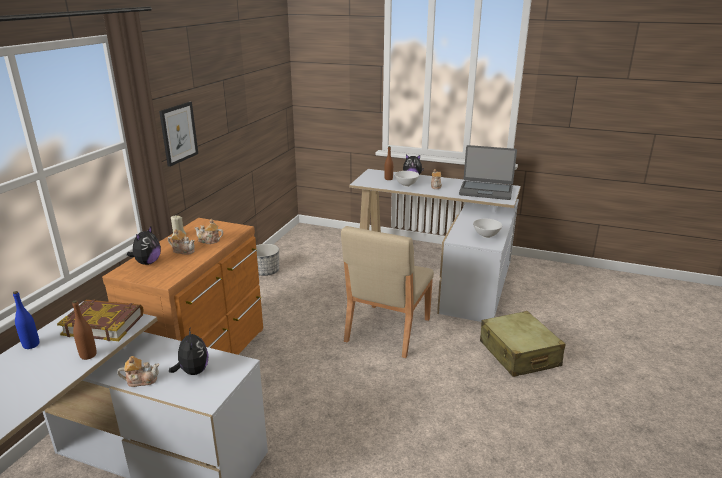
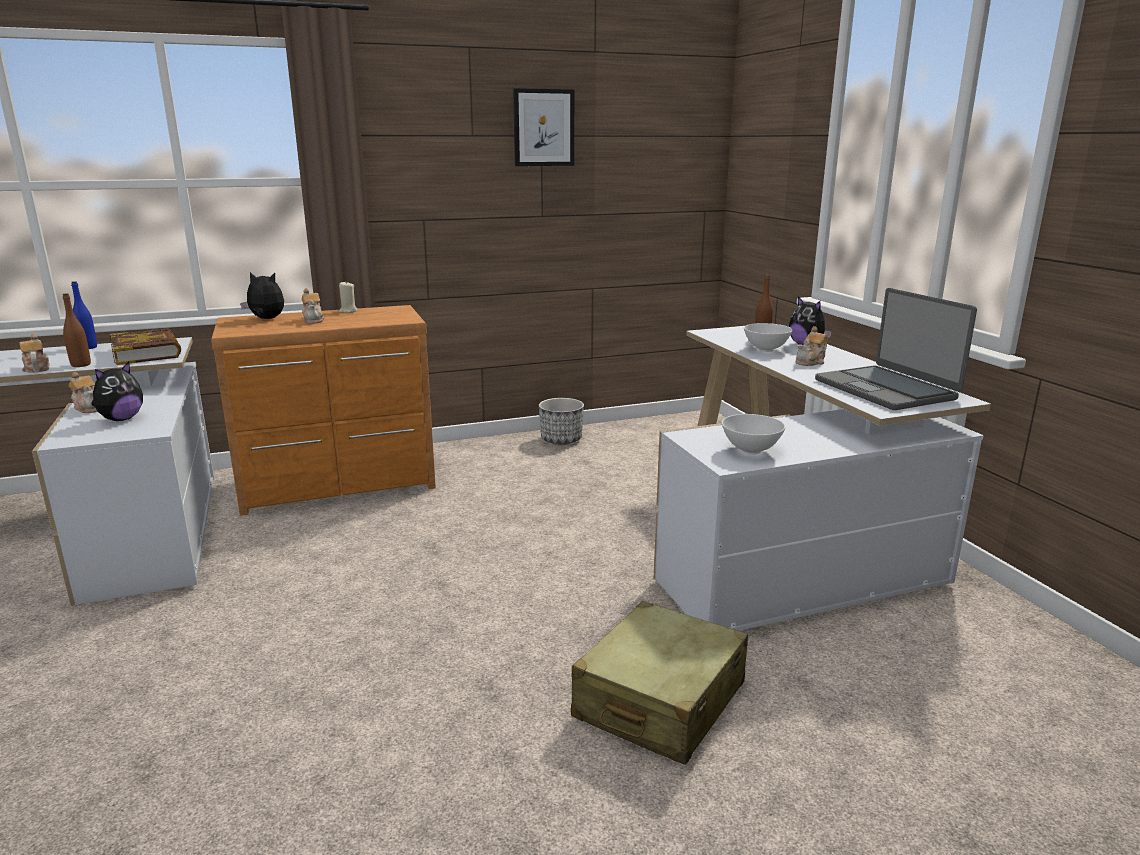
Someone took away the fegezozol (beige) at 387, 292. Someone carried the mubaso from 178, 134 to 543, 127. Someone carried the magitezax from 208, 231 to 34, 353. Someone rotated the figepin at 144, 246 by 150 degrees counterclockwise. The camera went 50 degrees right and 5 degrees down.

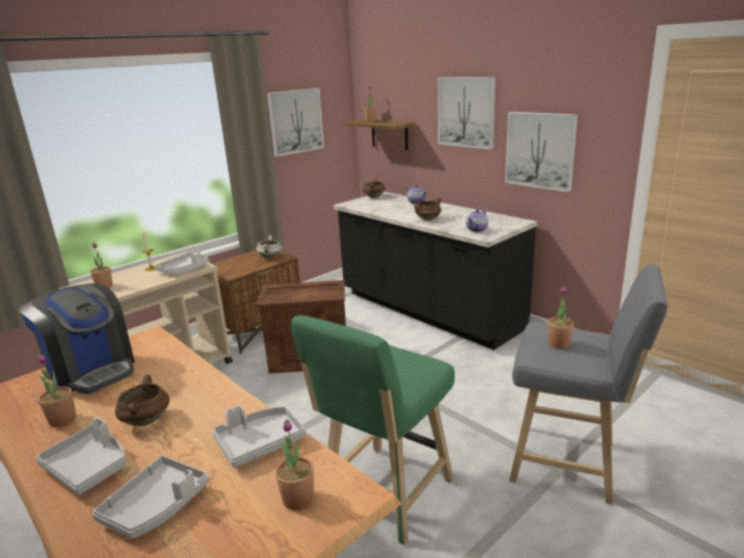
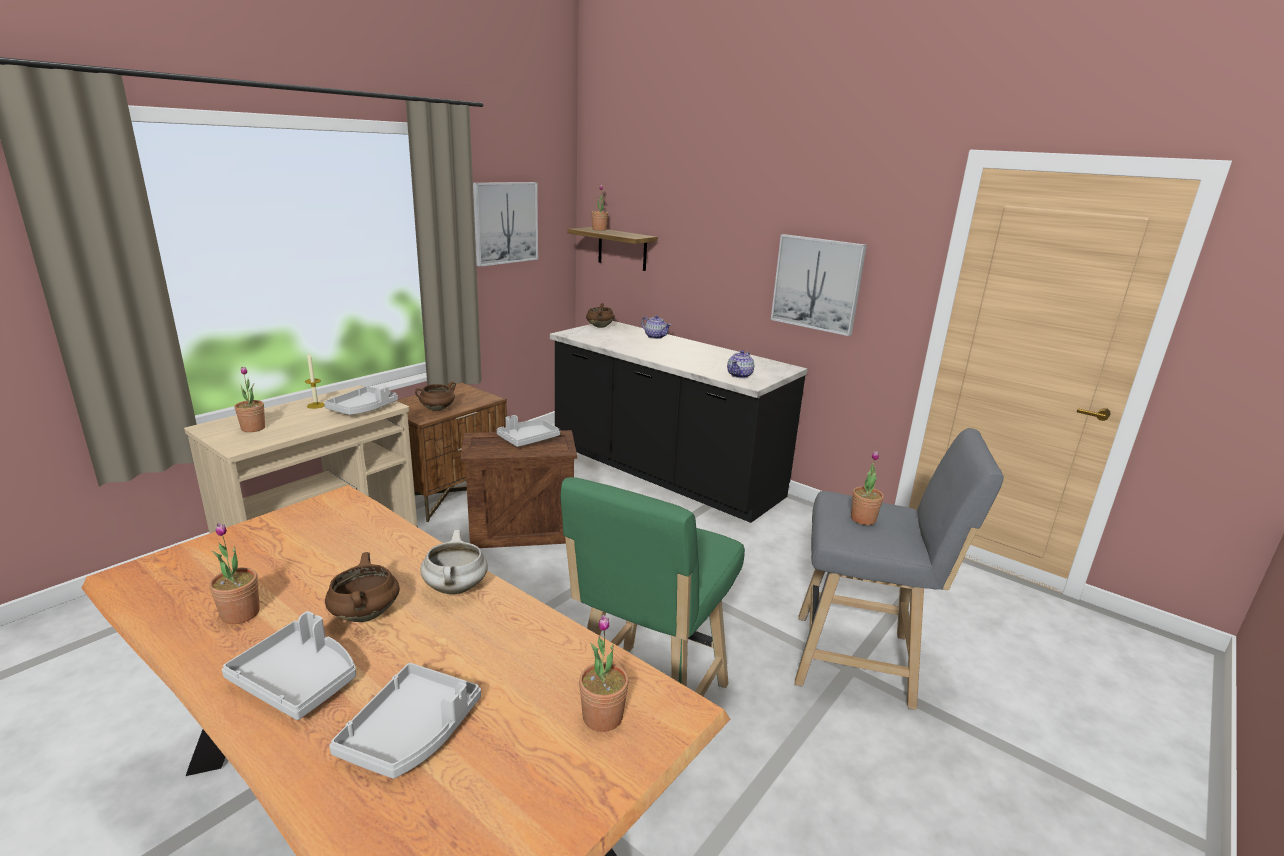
Someone took away the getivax at 77, 338. Someone took away the mubaso at 467, 113. Someone carried the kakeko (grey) from 259, 436 to 528, 431. Someone carried the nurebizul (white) from 269, 247 to 454, 562. Someone carried the nurebizul (brown) from 427, 209 to 435, 396. The camera went 10 degrees left and 0 degrees up.

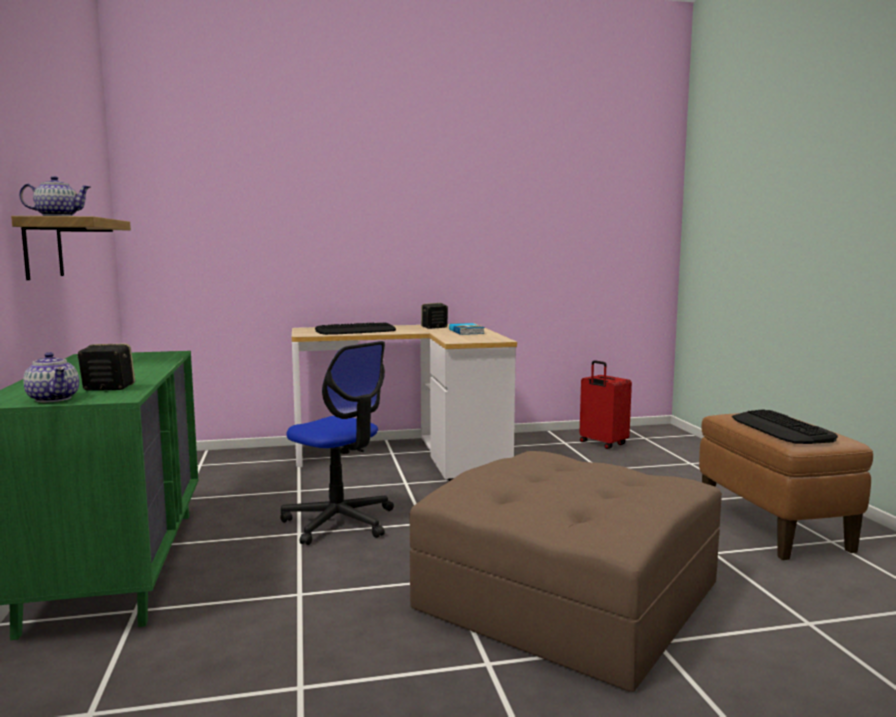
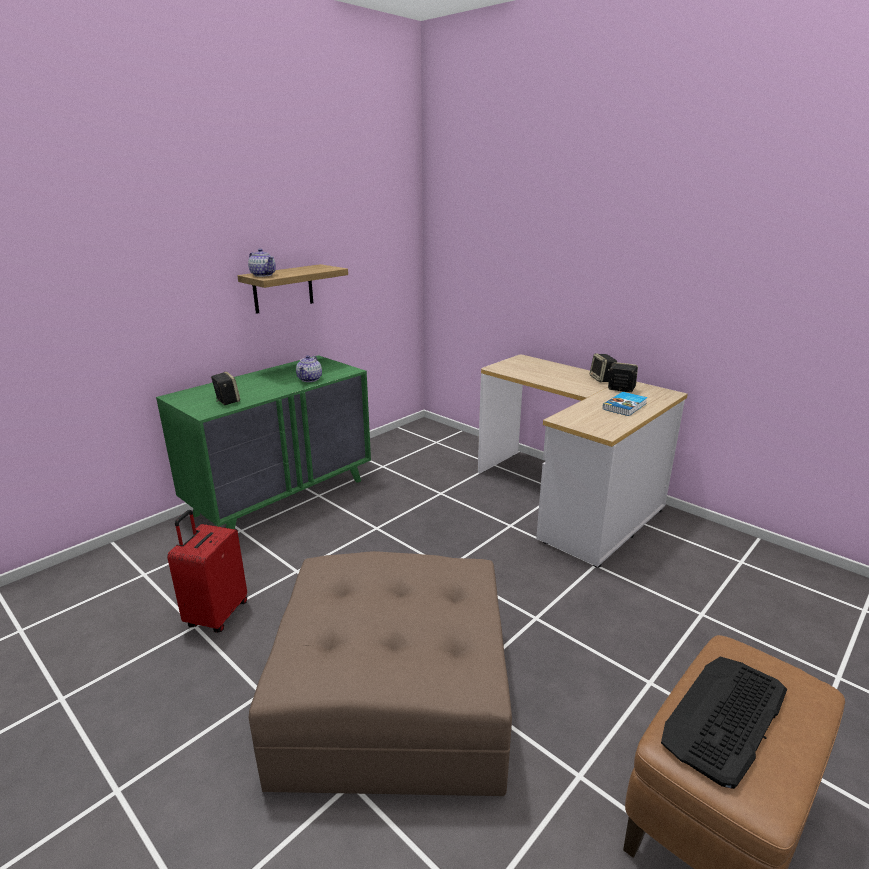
Someone took away the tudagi at 337, 443. Someone took away the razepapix at 355, 328. Someone put down the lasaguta at 603, 367. Someone carried the magitezax from 51, 377 to 309, 368. Someone carried the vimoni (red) from 605, 404 to 207, 571. The camera went 55 degrees right and 15 degrees up.

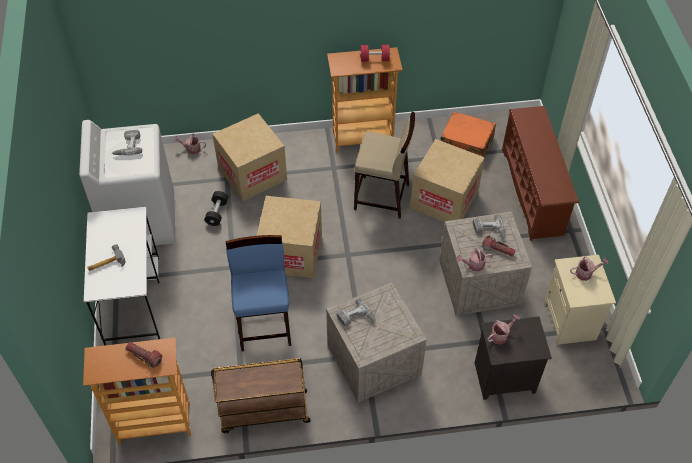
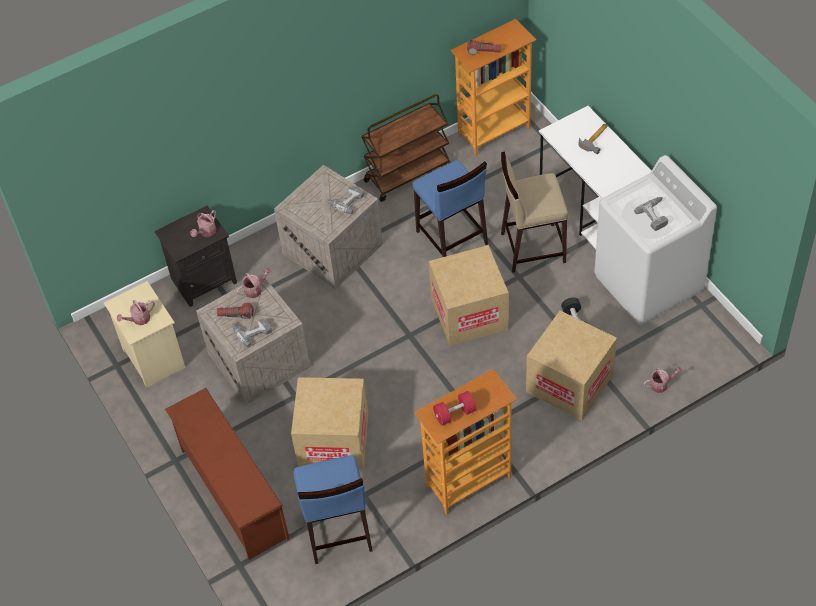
Someone carried the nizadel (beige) from 384, 165 to 534, 212. Someone swapped the vimoni (orange) at 468, 134 for the nizadel (blue) at 333, 509. The camera went 160 degrees right and 0 degrees up.

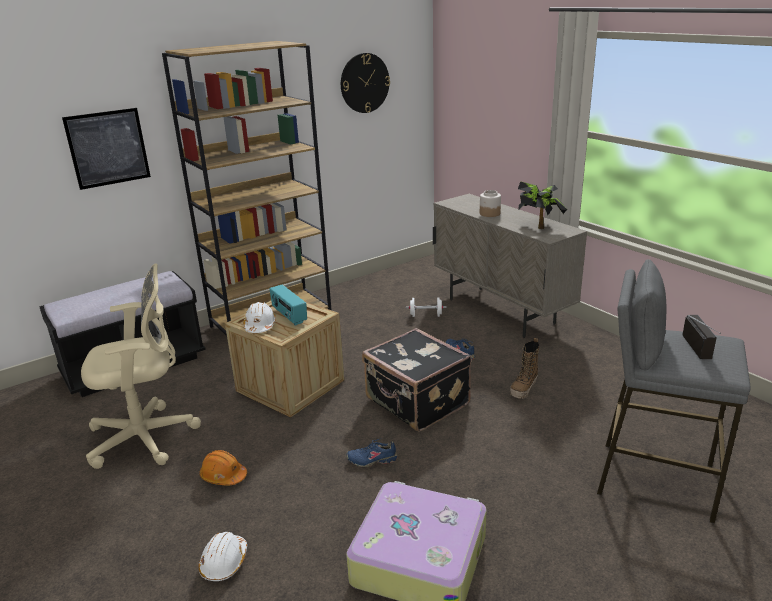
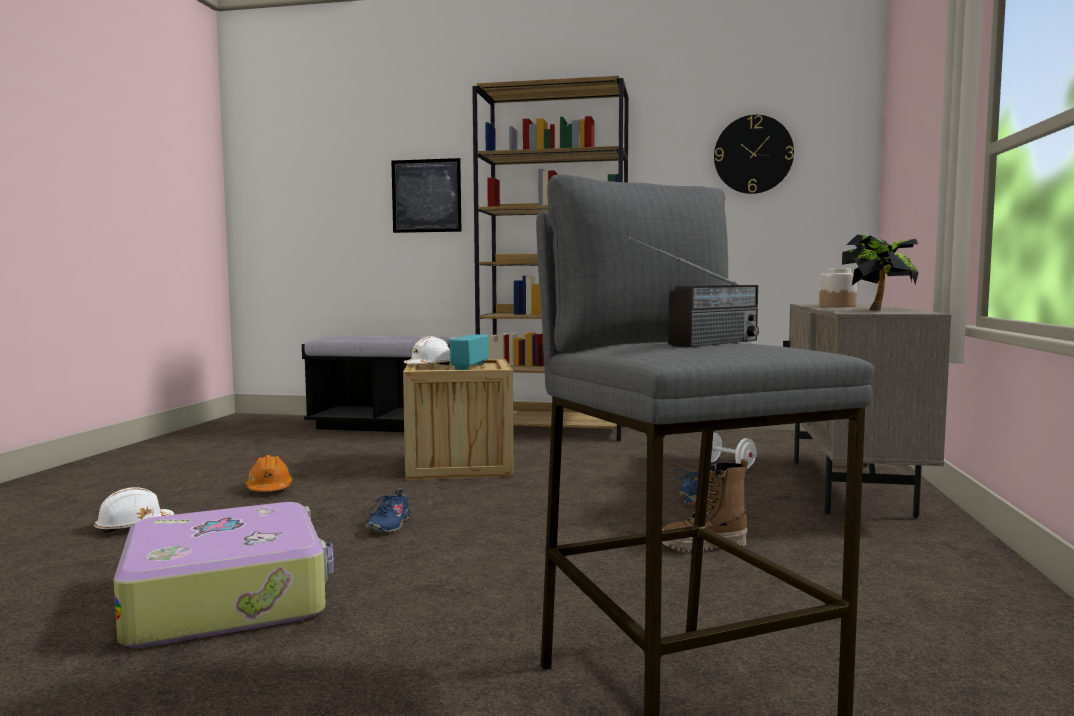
Someone took away the tudagi (beige) at 141, 366. Someone took away the vimoni (black) at 417, 379. Someone rotated the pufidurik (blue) at 371, 453 by 120 degrees counterclockwise. The camera went 45 degrees right and 20 degrees down.

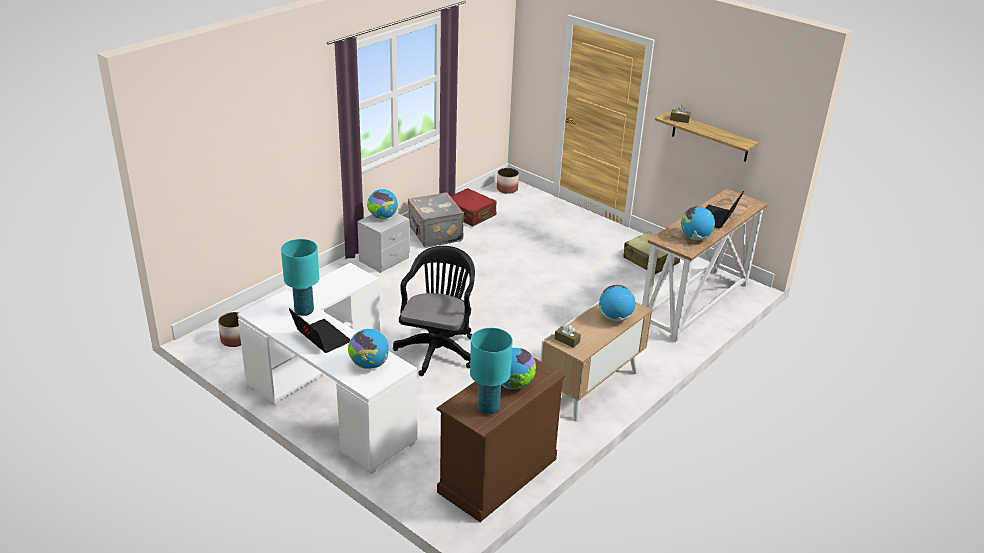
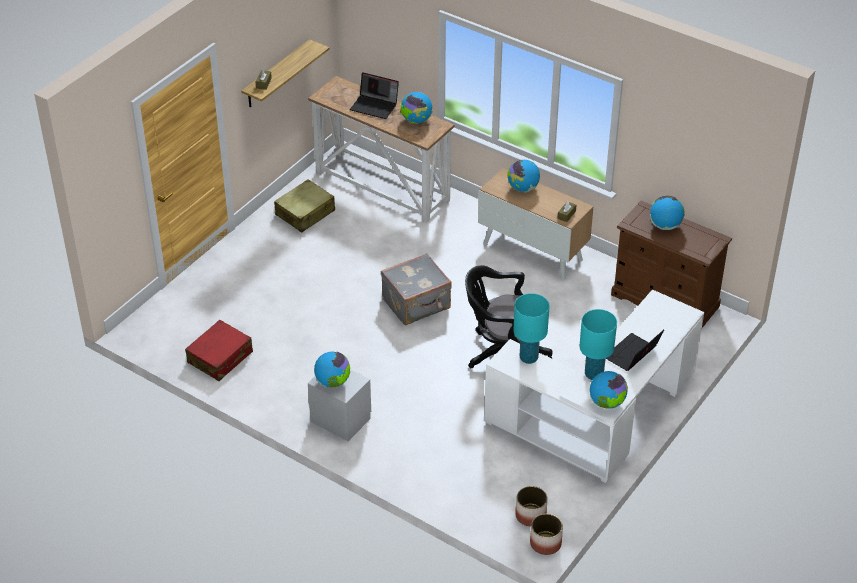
Someone carried the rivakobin from 368, 349 to 609, 390. Someone carried the vimoni (grey) from 436, 220 to 416, 289. Someone carried the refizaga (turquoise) from 491, 371 to 532, 328. Someone carried the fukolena from 508, 181 to 546, 534. The camera went 95 degrees left and 10 degrees up.

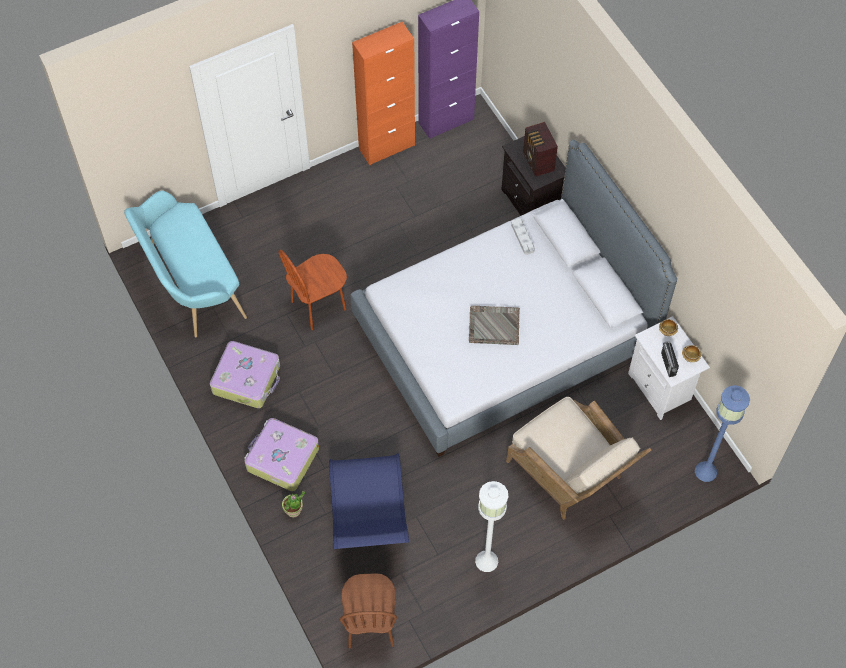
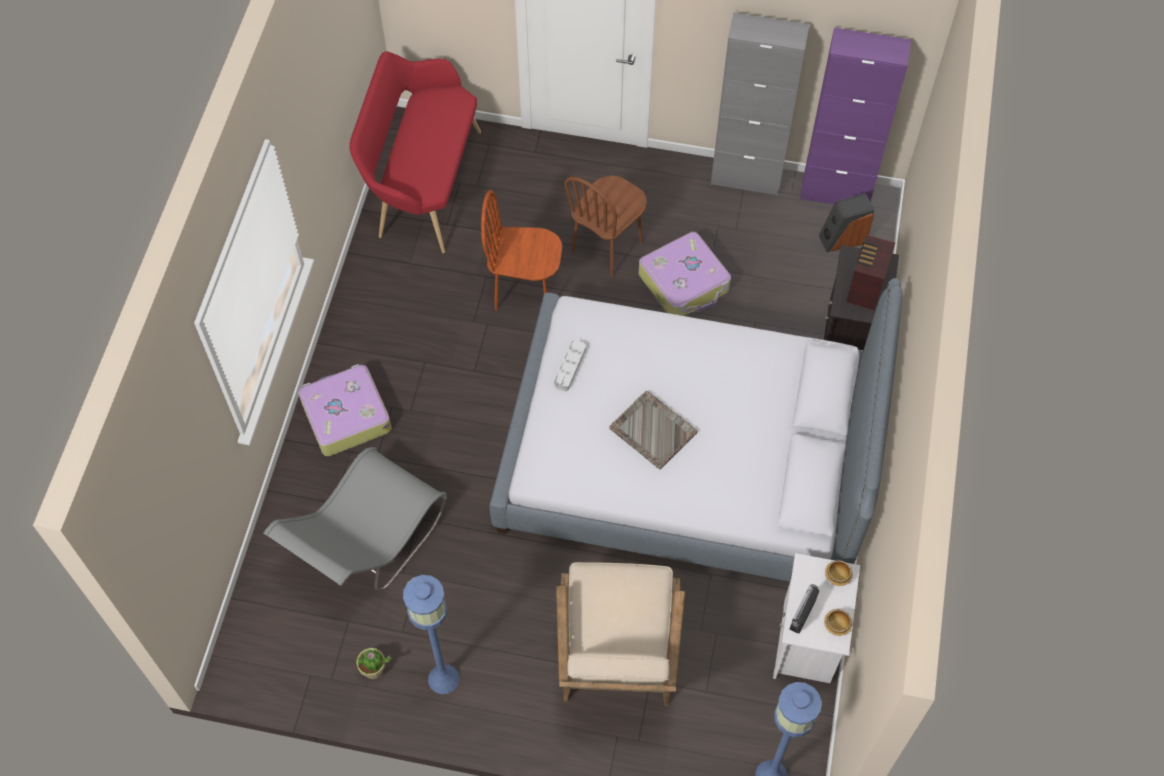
Someone put down the lasaguta at 846, 222. Someone carried the vimoni from 245, 374 to 685, 274. Someone carried the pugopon from 293, 504 to 374, 663. Someone carried the fegezozol (brown) from 368, 611 to 605, 226. Someone carried the kakeko (grey) from 523, 236 to 570, 365. Someone repainted the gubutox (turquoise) at 185, 264, which became the gubutox (red) at 415, 152. Someone repainted the fegezozol (blue) at 369, 501, which became the fegezozol (grey) at 355, 519. Someone repainted the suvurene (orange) at 383, 93, which became the suvurene (grey) at 760, 104. Someone repainted the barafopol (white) at 491, 526, which became the barafopol (blue) at 431, 634. The camera went 40 degrees right and 0 degrees up.

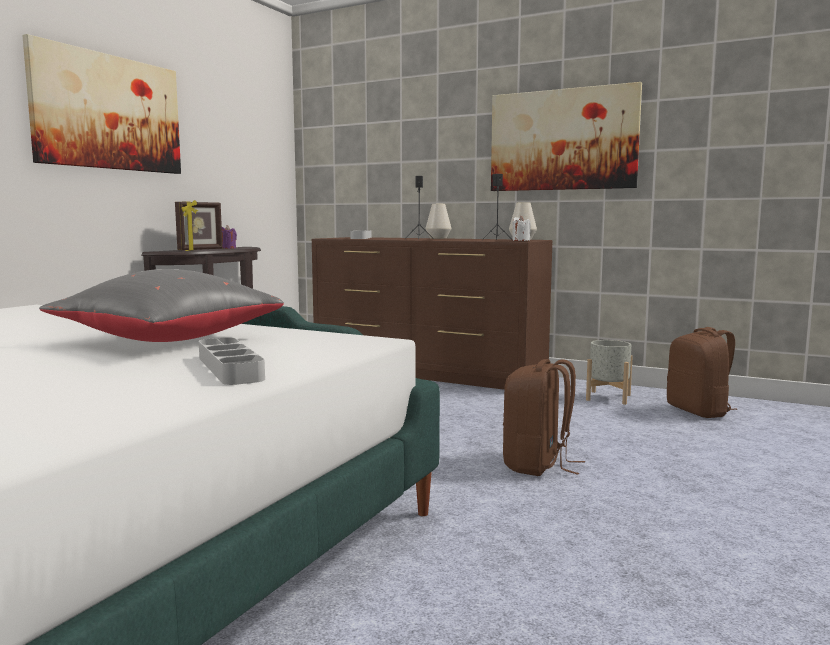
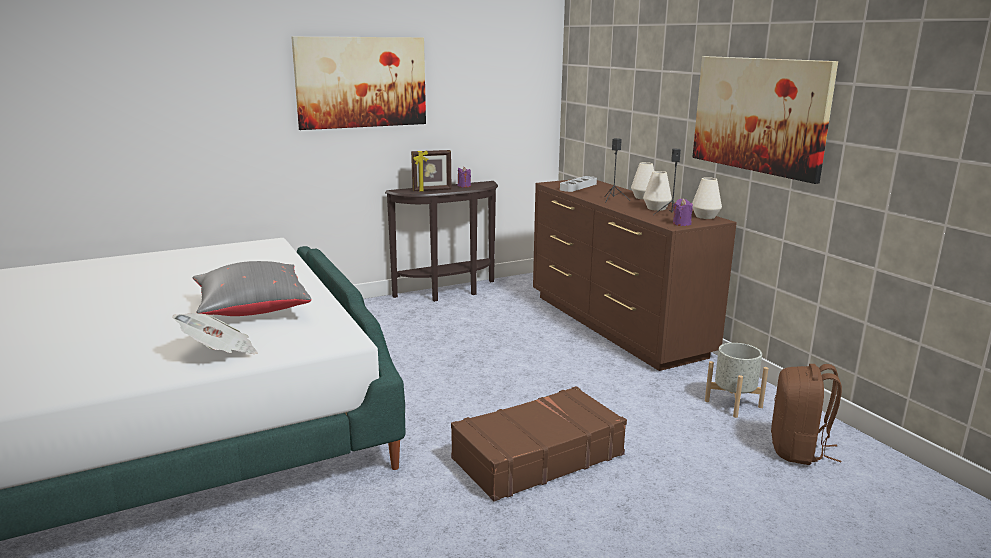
Someone put down the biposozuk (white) at 657, 191. Someone swapped the kakeko (grey) at 232, 361 for the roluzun at 215, 333. Someone swapped the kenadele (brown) at 544, 417 for the vimoni (brown) at 539, 444. Someone repainted the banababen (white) at 521, 228, which became the banababen (purple) at 683, 212. The camera went 35 degrees right and 10 degrees up.

